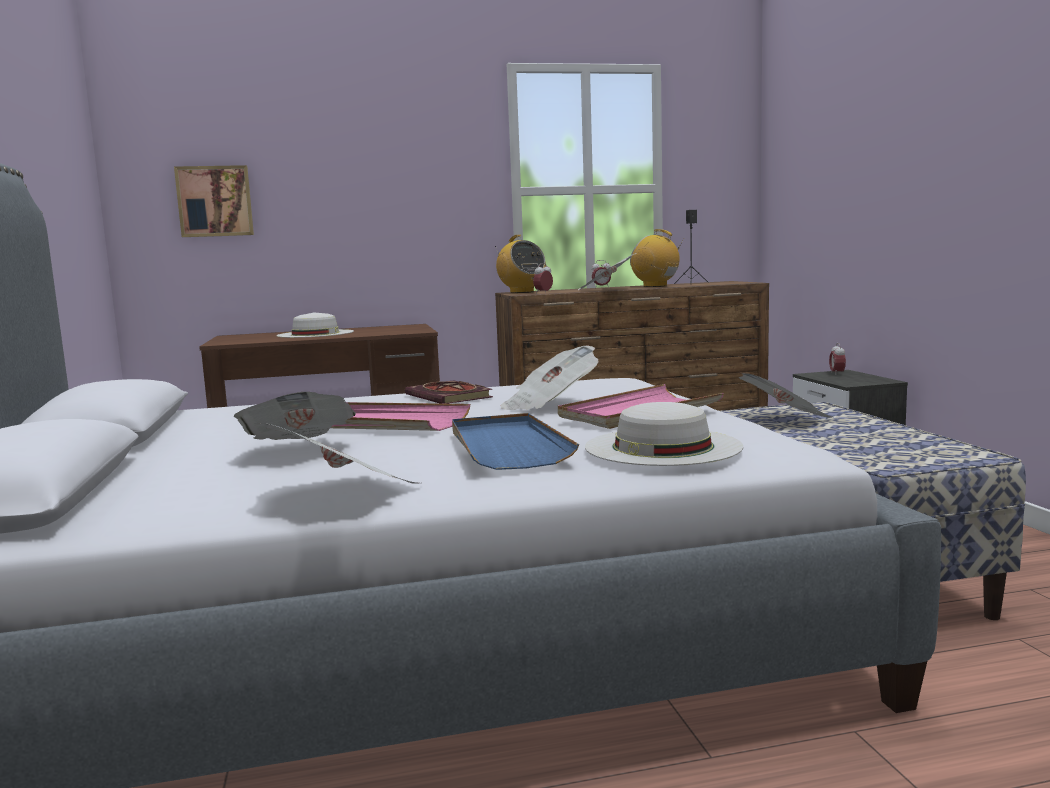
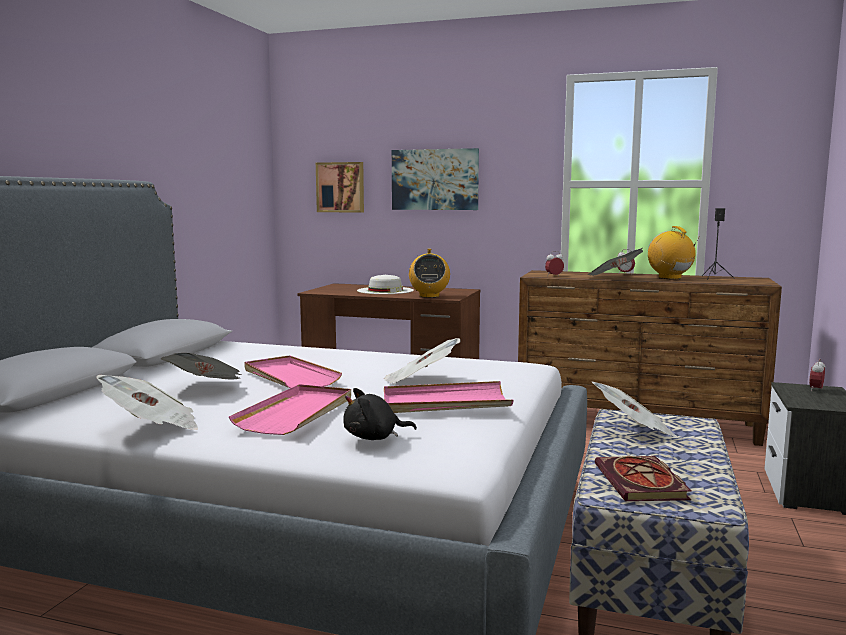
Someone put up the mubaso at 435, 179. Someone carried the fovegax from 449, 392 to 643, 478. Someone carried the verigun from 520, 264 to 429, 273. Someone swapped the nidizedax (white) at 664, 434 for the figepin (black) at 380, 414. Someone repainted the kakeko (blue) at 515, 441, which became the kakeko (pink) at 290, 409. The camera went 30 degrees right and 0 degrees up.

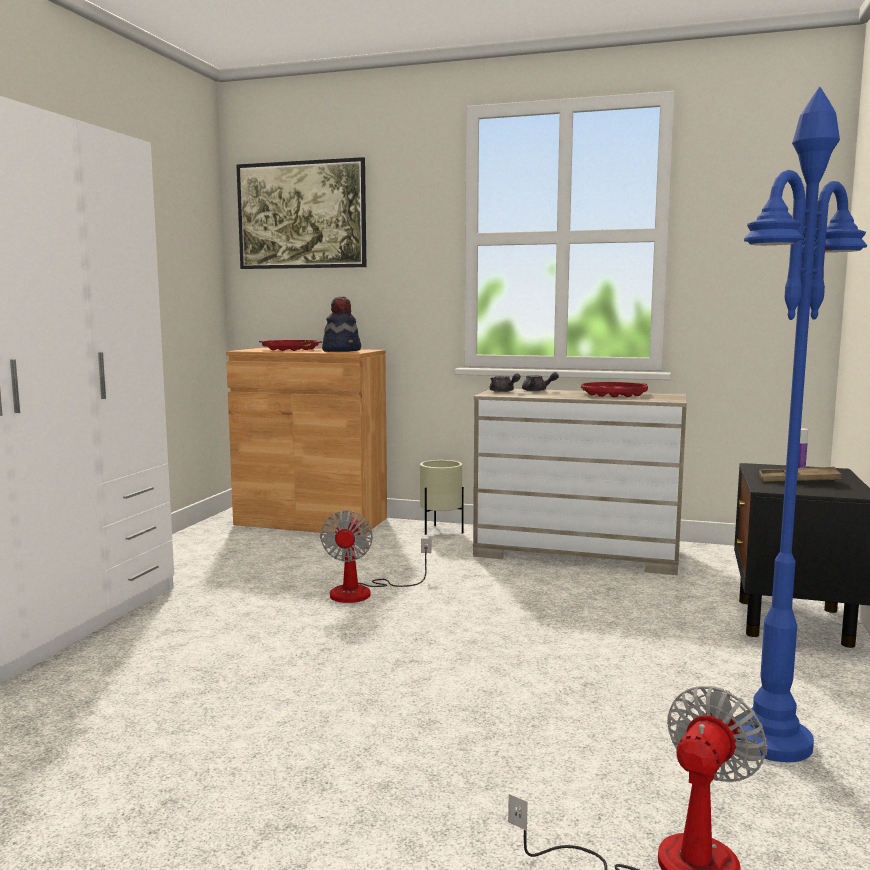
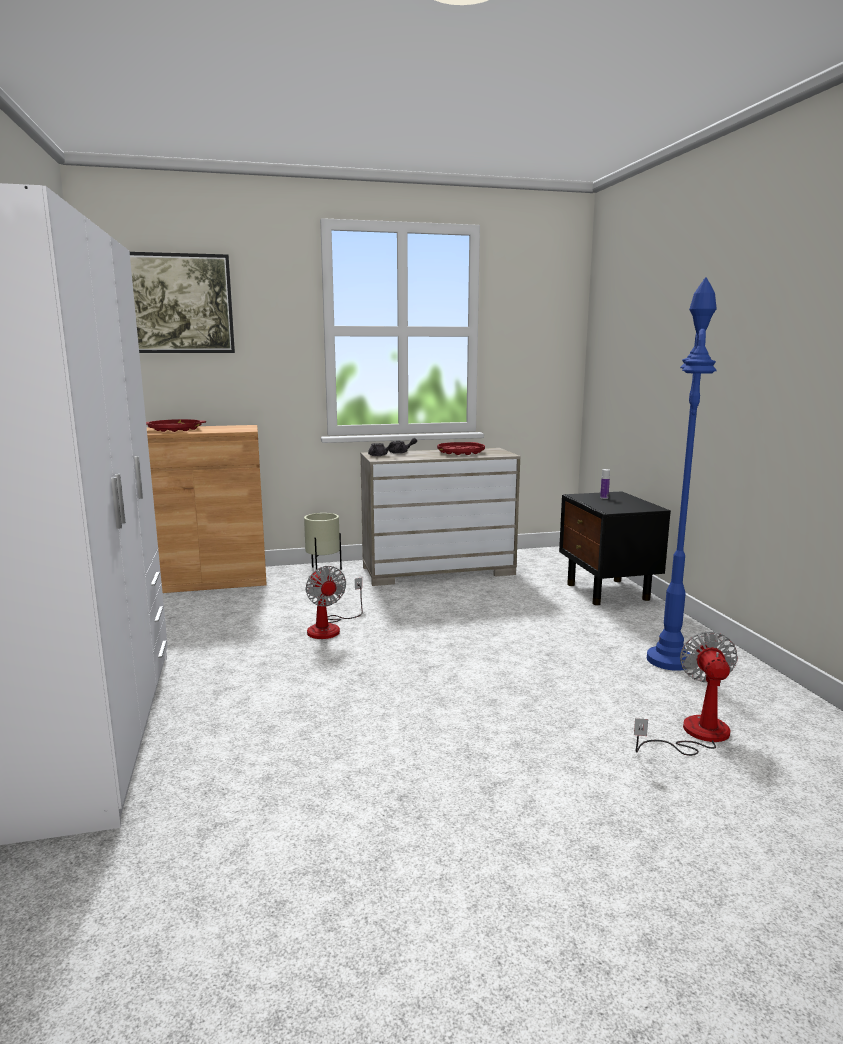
Someone took away the nidizedax at 341, 324. Someone took away the kakeko (brown) at 800, 474. The camera went 30 degrees left and 5 degrees up.

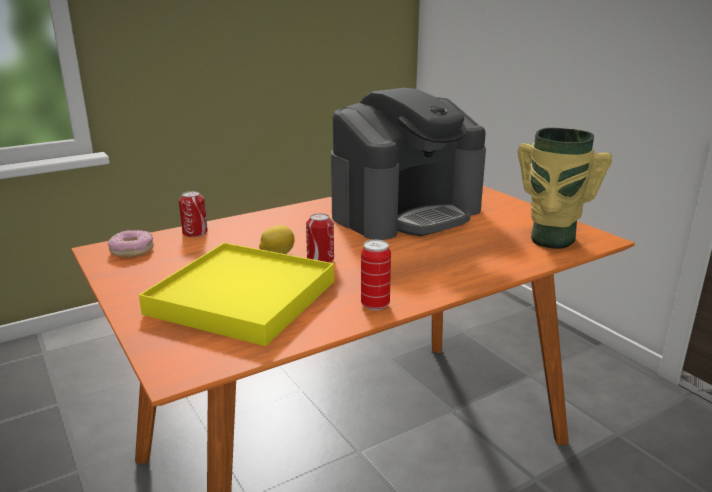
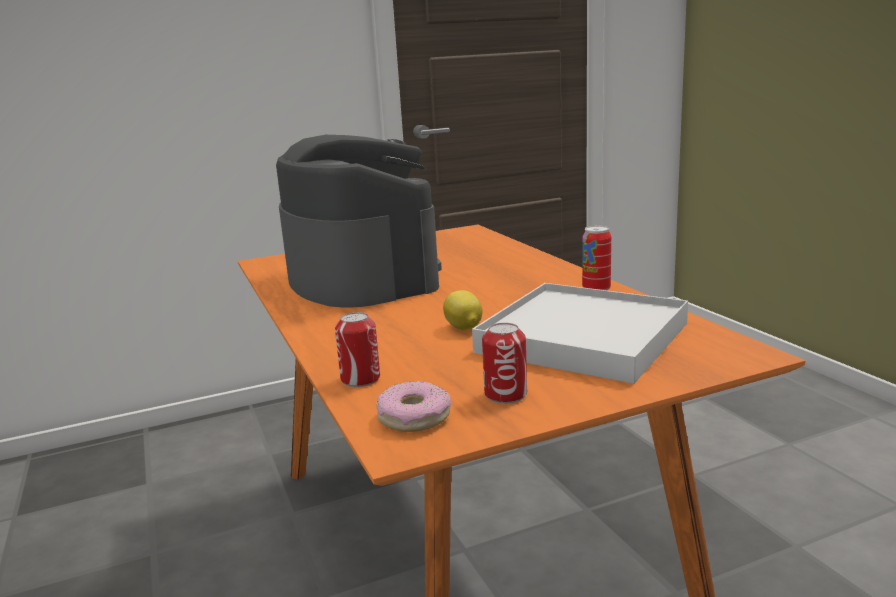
Someone took away the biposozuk at 565, 188. Someone carried the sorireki from 320, 238 to 504, 363. Someone repainted the kakeko (yellow) at 236, 294, which became the kakeko (white) at 580, 333. The camera went 80 degrees left and 5 degrees down.

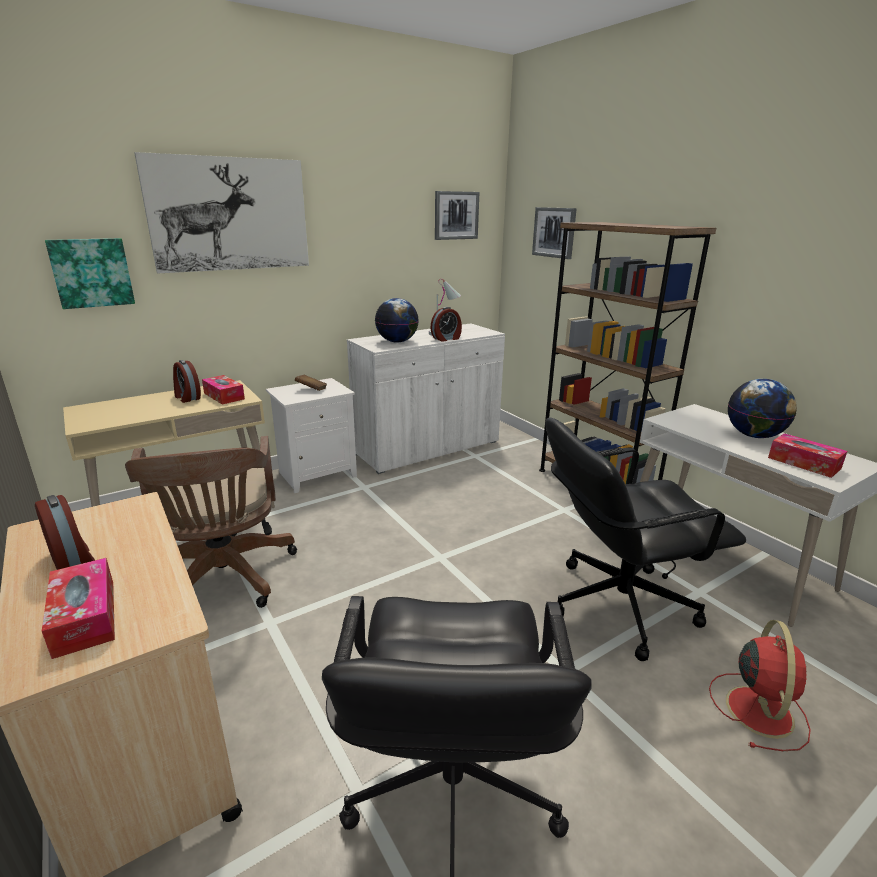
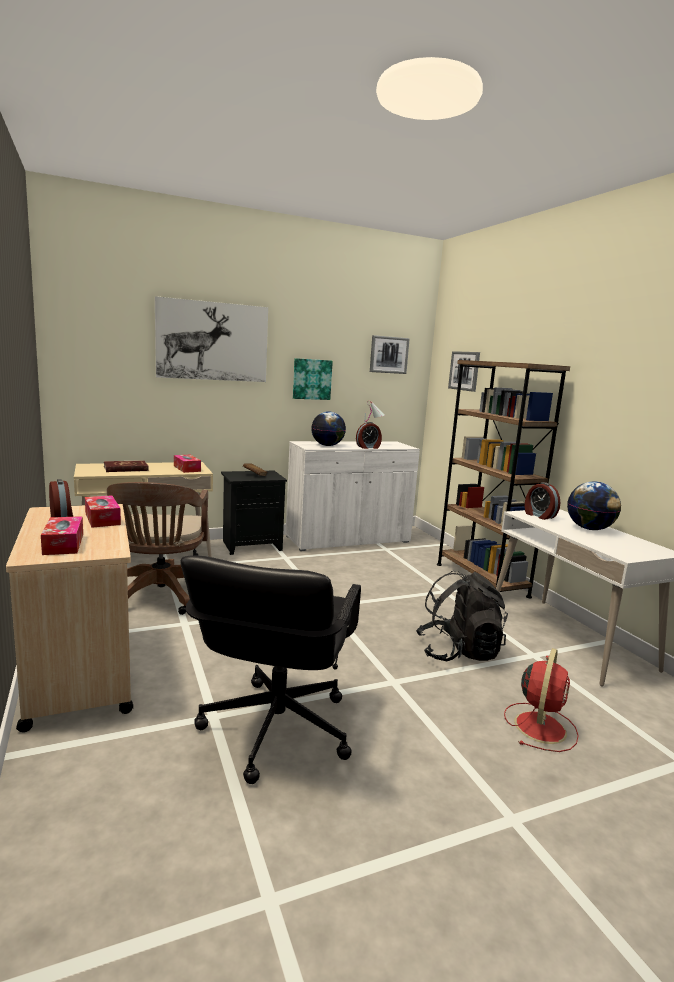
Someone put down the fovegax (red) at 126, 466. Someone carried the mubaso from 90, 273 to 313, 379. Someone carried the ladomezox from 187, 381 to 542, 501. Someone carried the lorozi from 807, 455 to 103, 511. Someone swapped the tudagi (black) at 646, 539 for the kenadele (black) at 462, 616. Someone repainted the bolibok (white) at 311, 435, which became the bolibok (black) at 254, 513. The camera went 10 degrees right and 10 degrees down.

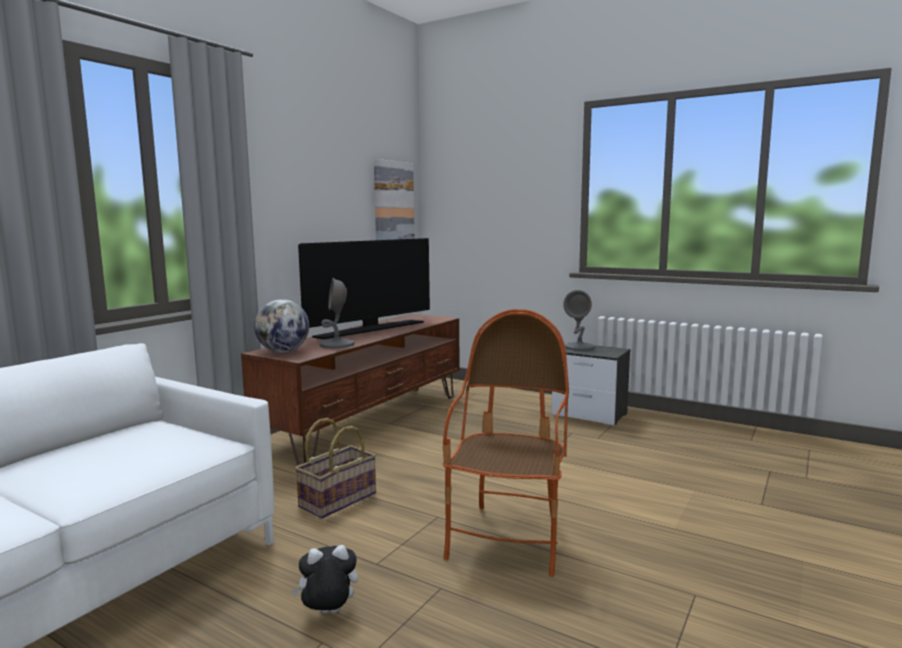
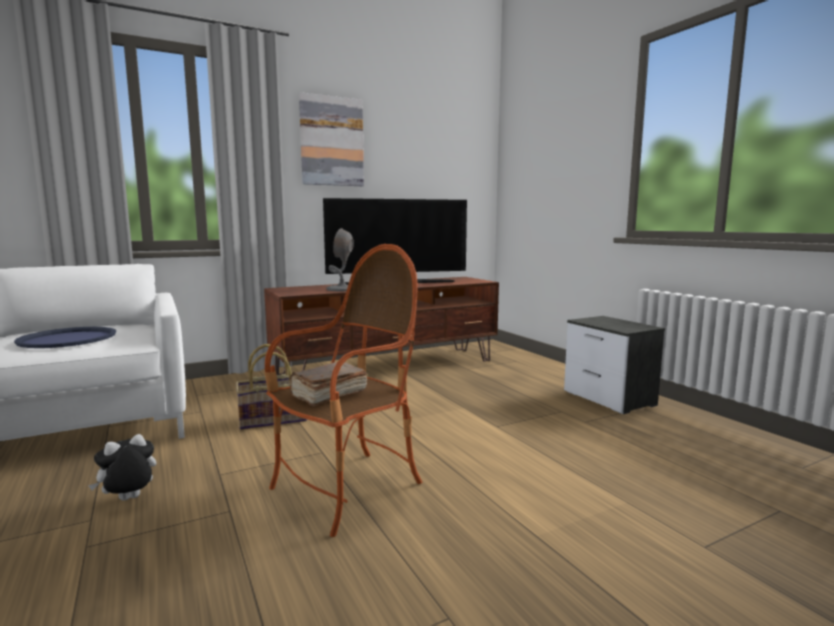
Someone took away the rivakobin at 281, 325. Someone took away the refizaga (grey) at 579, 320. Someone put down the kakeko (blue) at 65, 337. Someone put down the fovegax (brown) at 328, 384. Someone carried the mubaso from 394, 199 to 331, 139. Someone rotated the figepin at 324, 579 by 60 degrees counterclockwise. The camera went 30 degrees right and 0 degrees up.

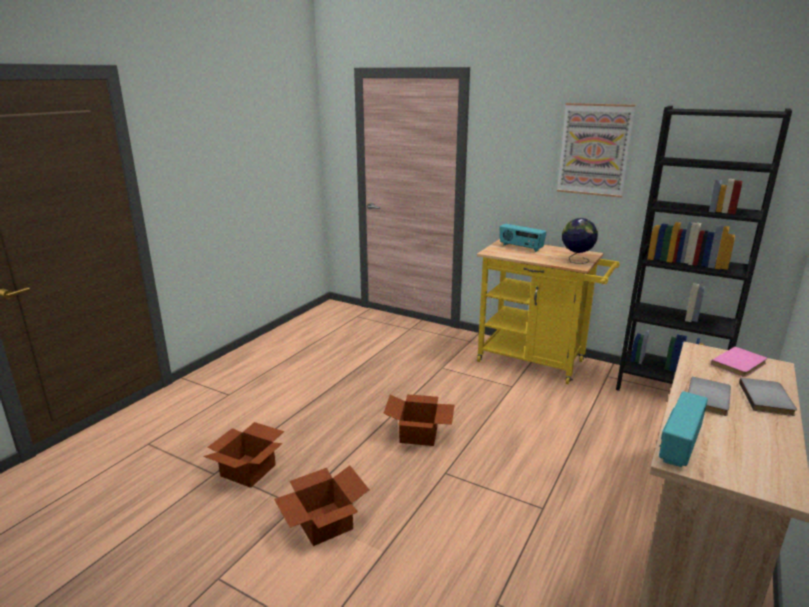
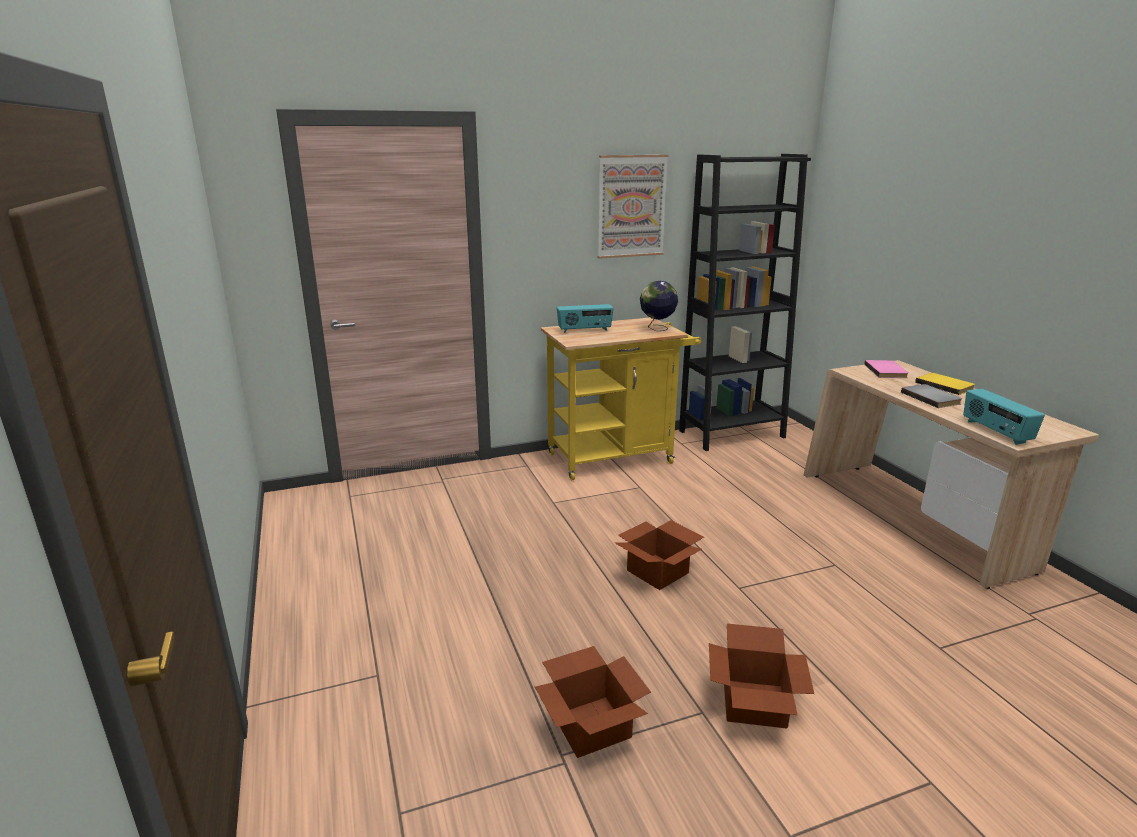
Someone repainted the fovegax (grey) at 768, 397, which became the fovegax (yellow) at 945, 384. The camera went 50 degrees left and 0 degrees up.

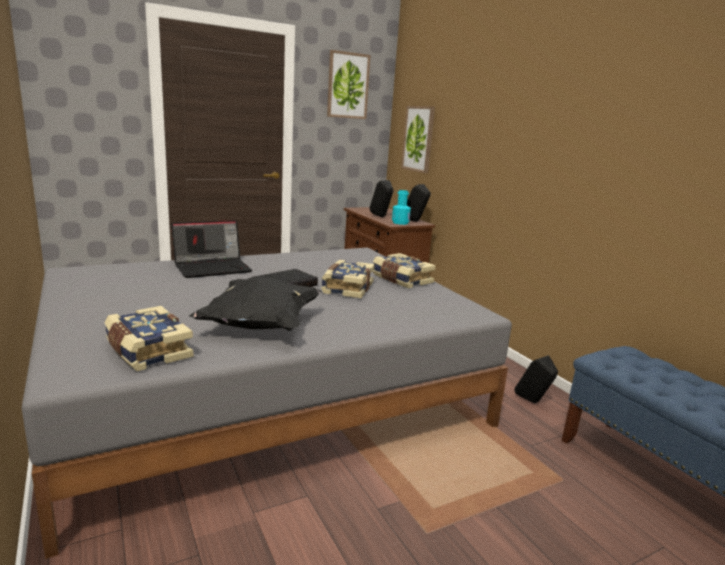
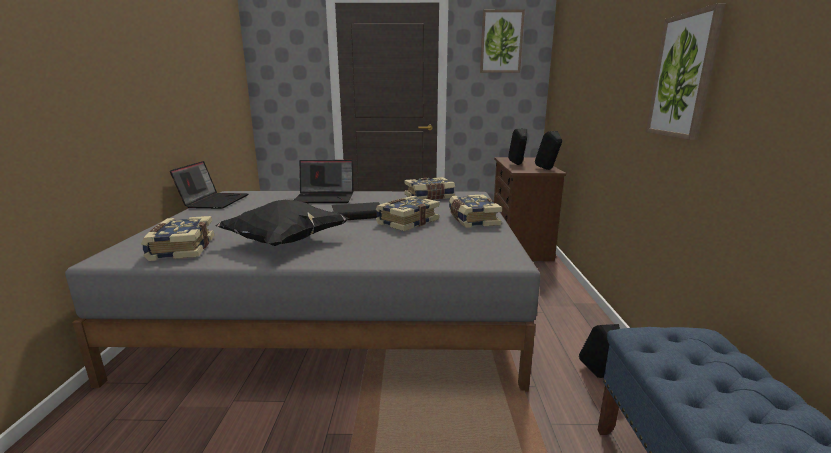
Someone took away the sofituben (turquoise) at 401, 207. Someone put down the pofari at 209, 185. Someone put down the fovegax at 430, 188. Someone carried the mubaso from 418, 139 to 686, 71. The camera went 30 degrees right and 0 degrees up.

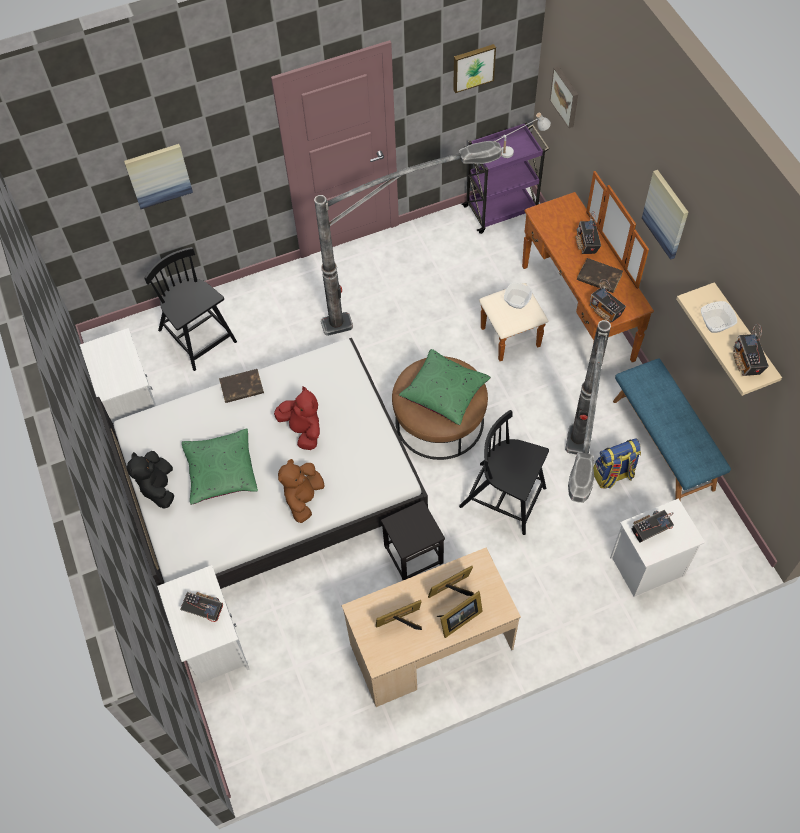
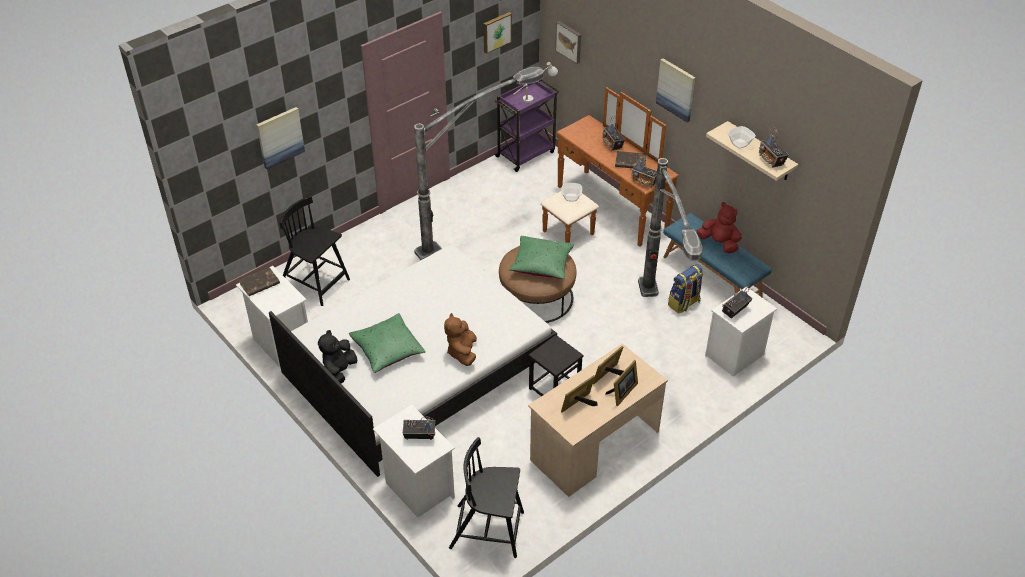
Someone carried the fovegax (brown) from 241, 386 to 259, 281. Someone carried the figepin (red) from 297, 418 to 719, 227. Someone carried the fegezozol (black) from 504, 472 to 486, 497. Someone rotated the figepin (black) at 150, 480 by 45 degrees clockwise. The camera went 20 degrees left and 15 degrees down.

